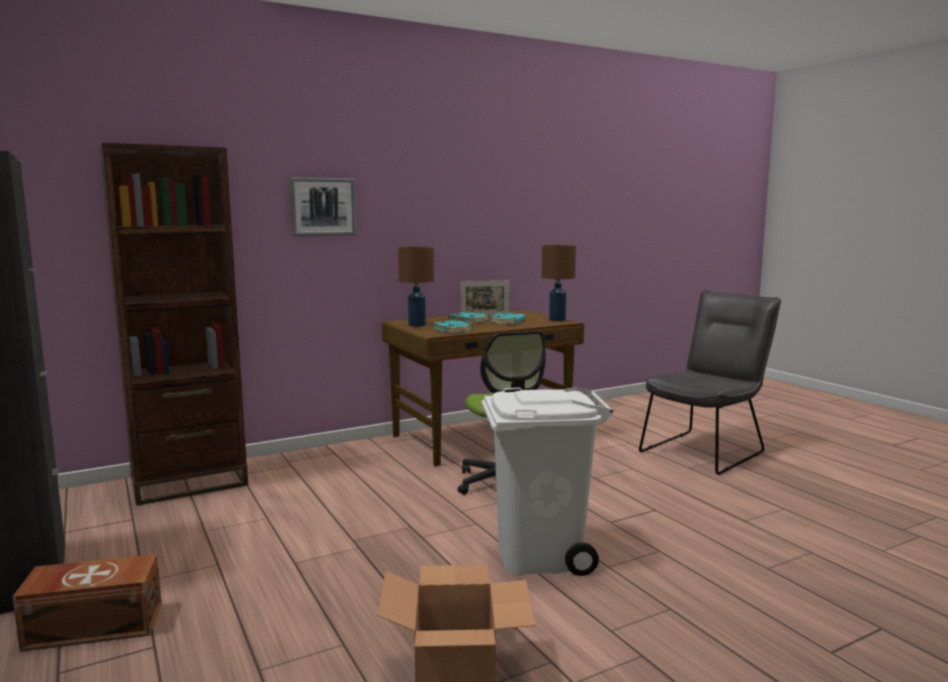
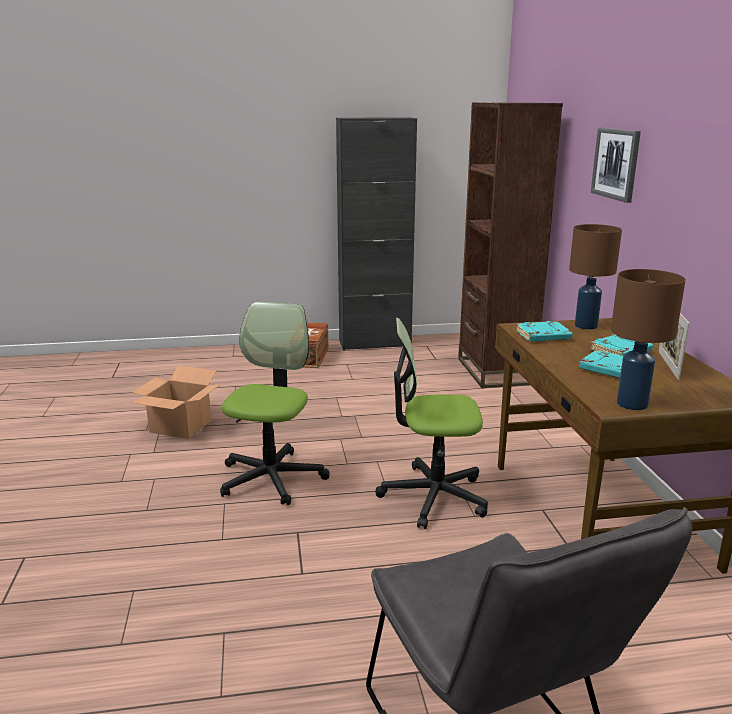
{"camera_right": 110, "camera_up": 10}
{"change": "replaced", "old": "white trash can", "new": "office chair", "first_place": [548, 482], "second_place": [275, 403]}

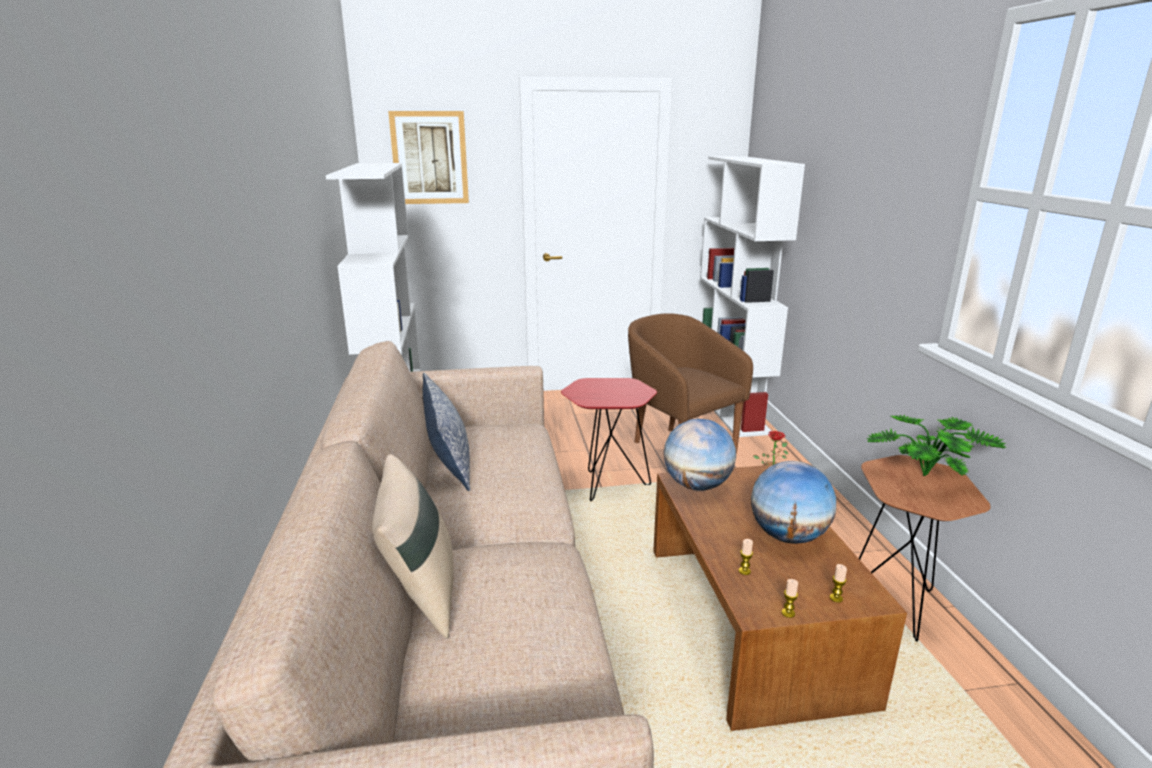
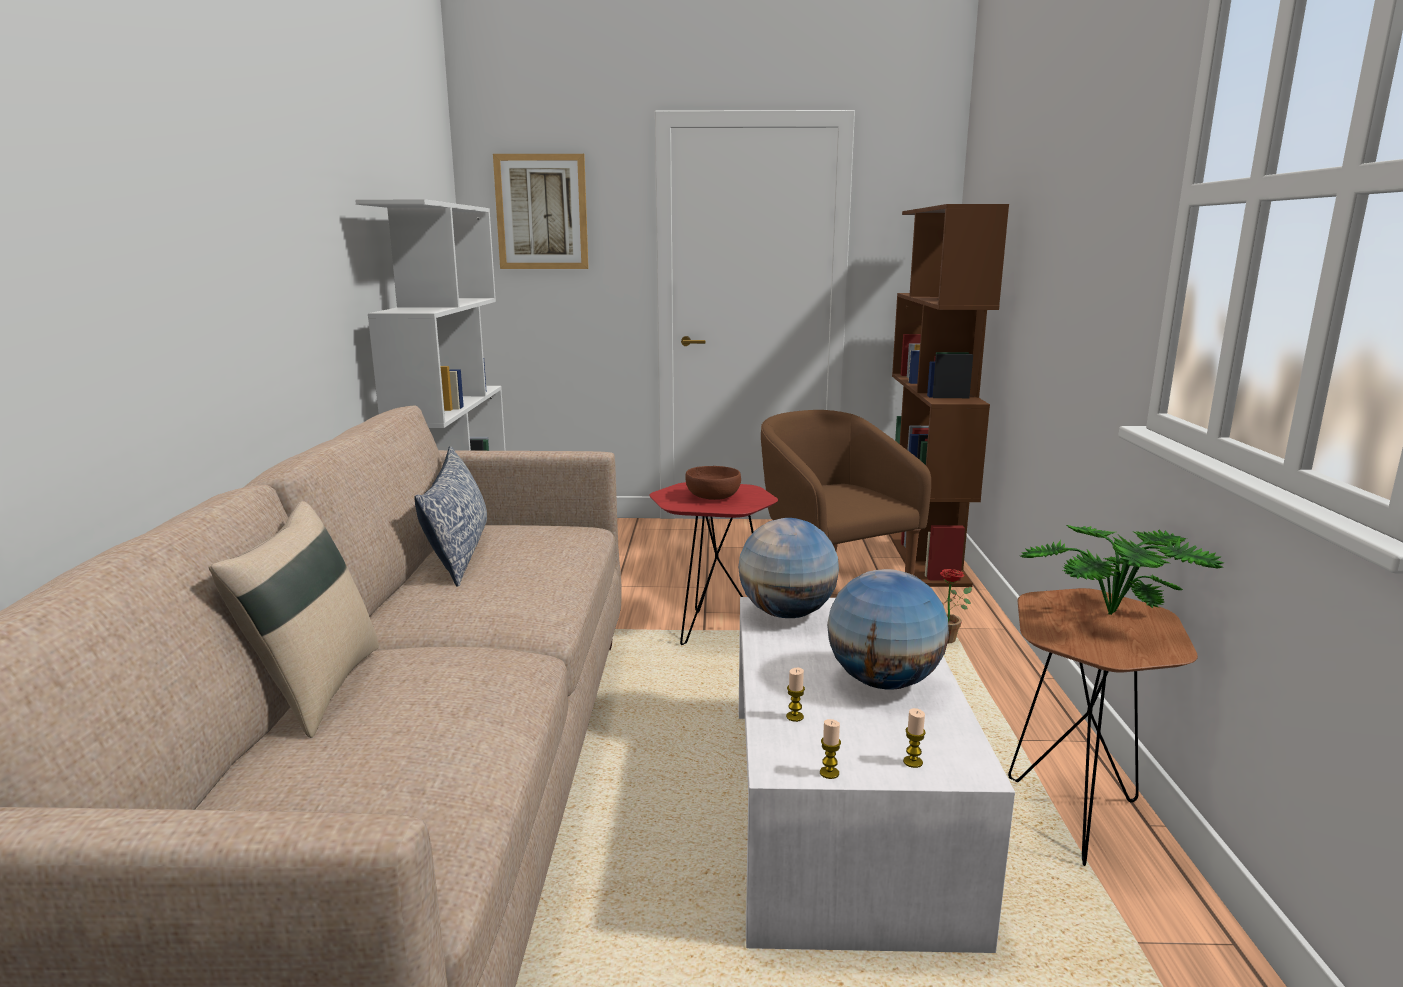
{"camera_right": 10, "camera_up": -5}
{"change": "recoloured", "old": "white bookcase", "new": "brown bookcase", "first_place": [752, 296], "second_place": [948, 395]}
{"change": "recoloured", "old": "brown coffee table", "new": "white coffee table", "first_place": [780, 598], "second_place": [877, 775]}
{"change": "added", "new": "brown bowl", "second_place": [713, 483]}

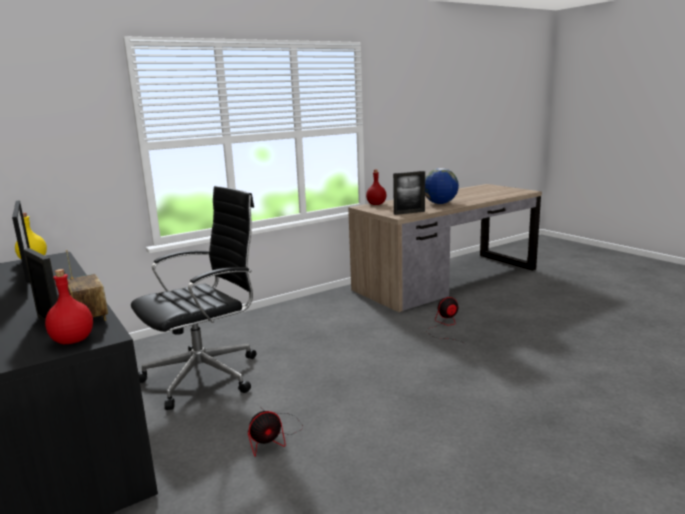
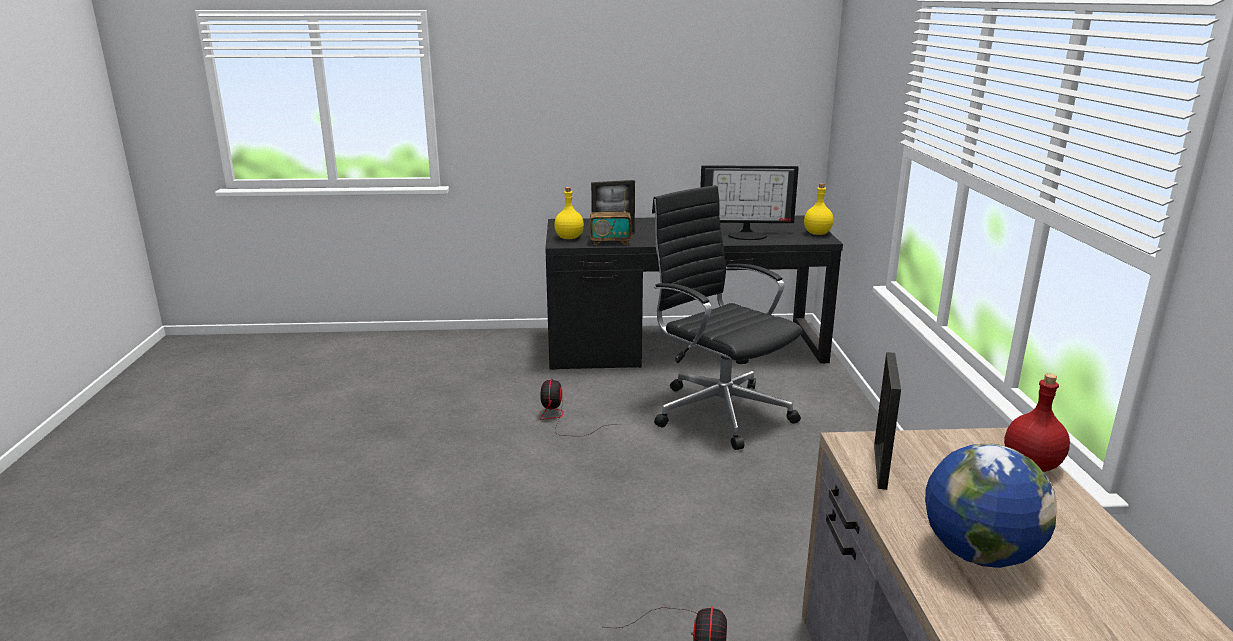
{"camera_right": 120, "camera_up": 5}
{"change": "turned", "old": "black office chair", "first_place": [193, 298], "second_place": [727, 317], "degrees": 150}
{"change": "recoloured", "old": "red bottle", "new": "yellow bottle", "first_place": [69, 306], "second_place": [569, 213]}

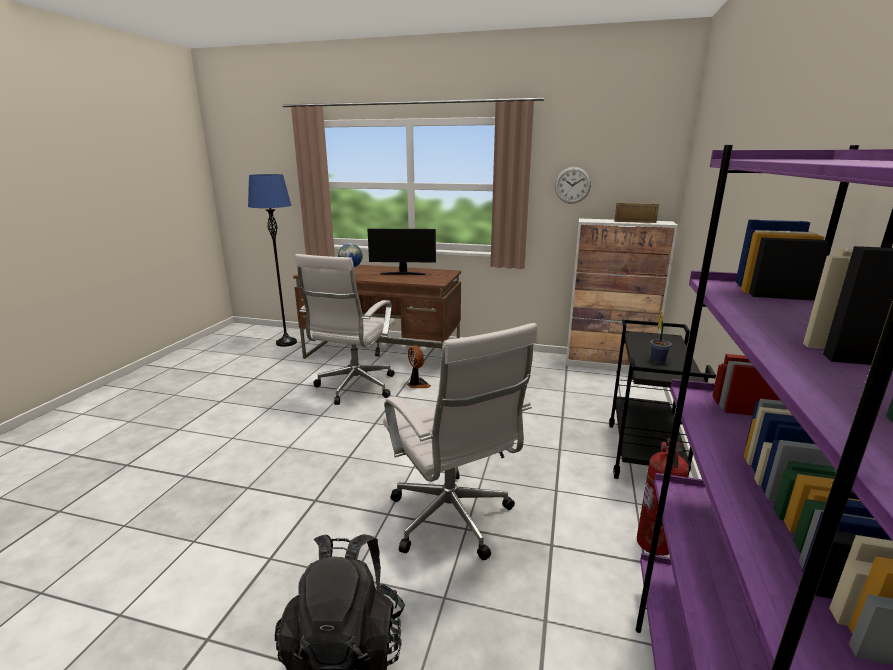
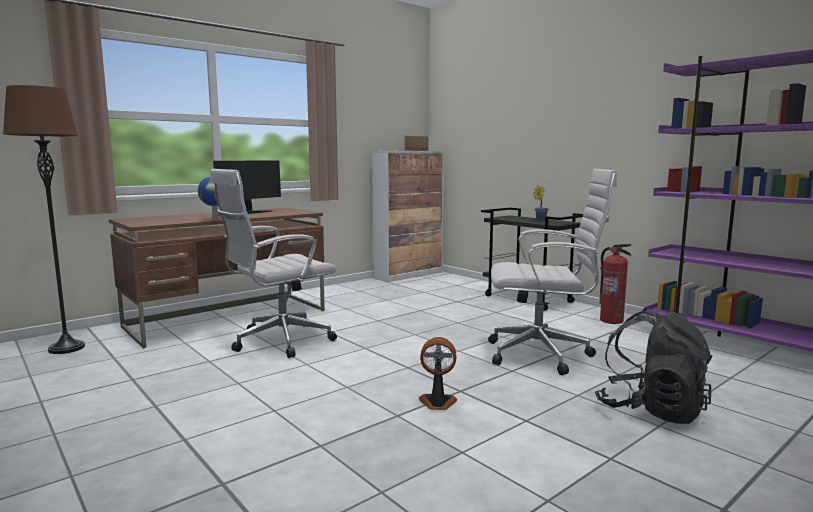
{"camera_right": -55, "camera_up": -10}
{"change": "removed", "old": "wall clock", "first_place": [573, 185]}
{"change": "recoloured", "old": "blue floor lamp", "new": "brown floor lamp", "first_place": [272, 260], "second_place": [44, 219]}
{"change": "turned", "old": "white office chair", "first_place": [345, 329], "second_place": [273, 263], "degrees": 90}
{"change": "moved", "old": "fan", "first_place": [419, 366], "second_place": [438, 373]}

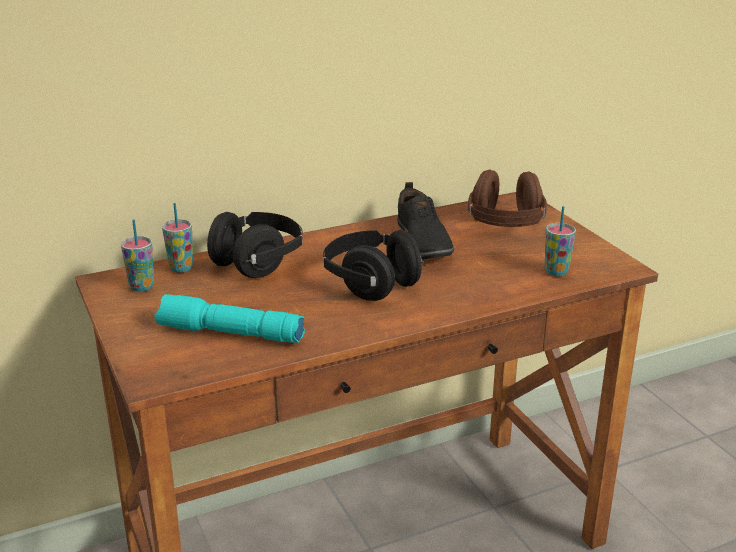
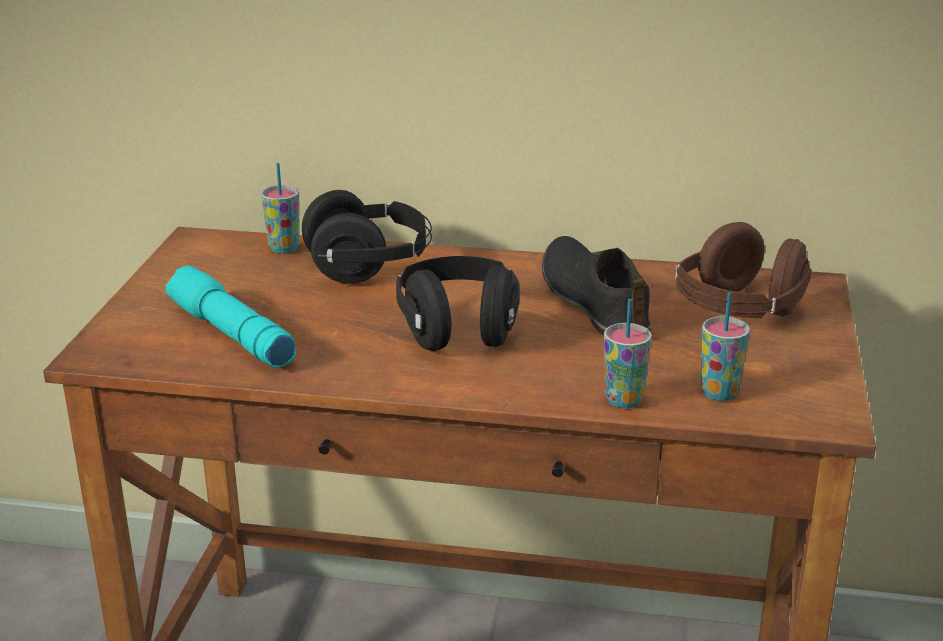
{"camera_right": 35, "camera_up": 0}
{"change": "turned", "old": "black shoe", "first_place": [426, 220], "second_place": [596, 285], "degrees": 135}
{"change": "moved", "old": "cup", "first_place": [137, 255], "second_place": [628, 353]}

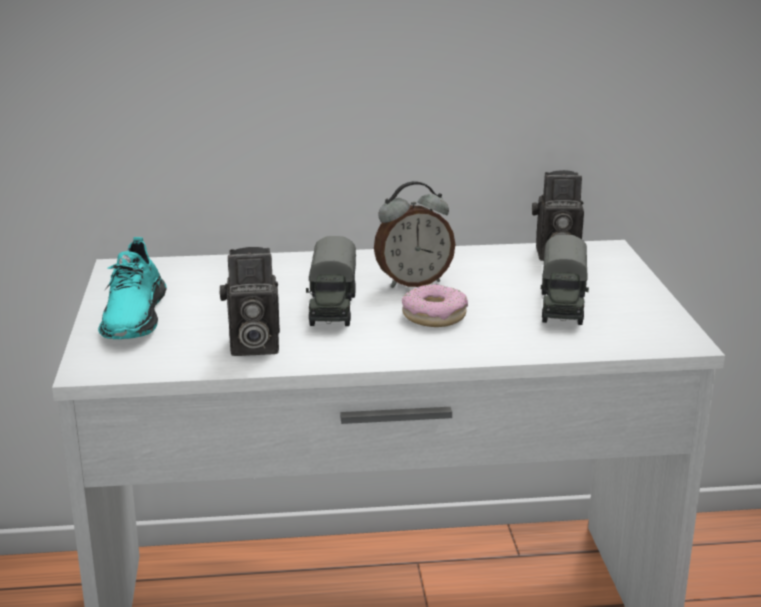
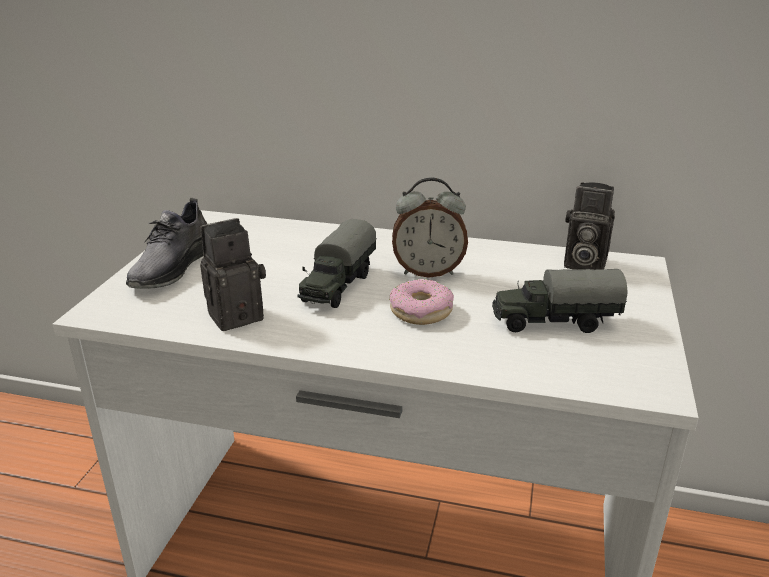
{"camera_right": 20, "camera_up": 5}
{"change": "turned", "old": "toy truck", "first_place": [565, 279], "second_place": [560, 301], "degrees": 60}
{"change": "recoloured", "old": "turquoise shoe", "new": "grey shoe", "first_place": [132, 288], "second_place": [166, 243]}
{"change": "turned", "old": "photo camera", "first_place": [249, 301], "second_place": [233, 274], "degrees": 135}

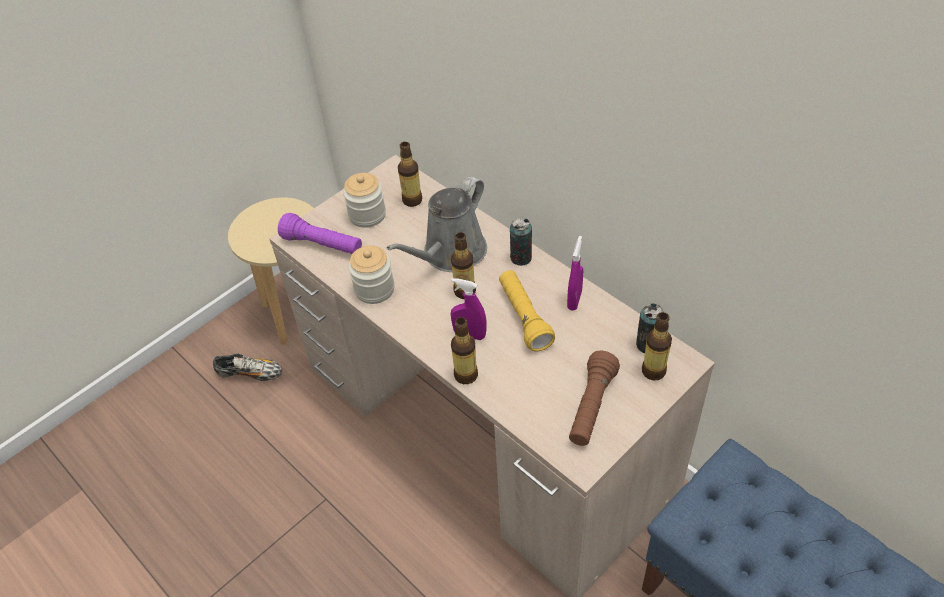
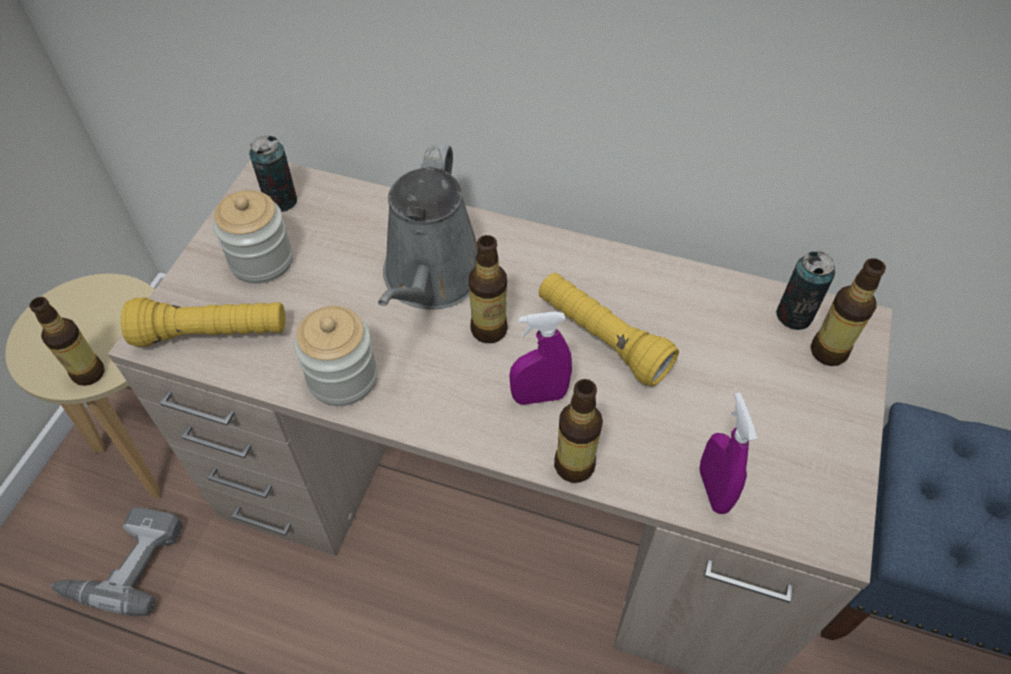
{"camera_right": -30, "camera_up": 5}
{"change": "moved", "old": "bottle", "first_place": [410, 174], "second_place": [66, 341]}
{"change": "recoloured", "old": "purple flashlight", "new": "yellow flashlight", "first_place": [320, 233], "second_place": [203, 322]}
{"change": "moved", "old": "can", "first_place": [521, 241], "second_place": [273, 174]}
{"change": "moved", "old": "purple spray bottle", "first_place": [575, 273], "second_place": [728, 453]}
{"change": "removed", "old": "brown flashlight", "first_place": [594, 398]}
{"change": "replaced", "old": "shoe", "new": "power drill", "first_place": [247, 367], "second_place": [117, 561]}

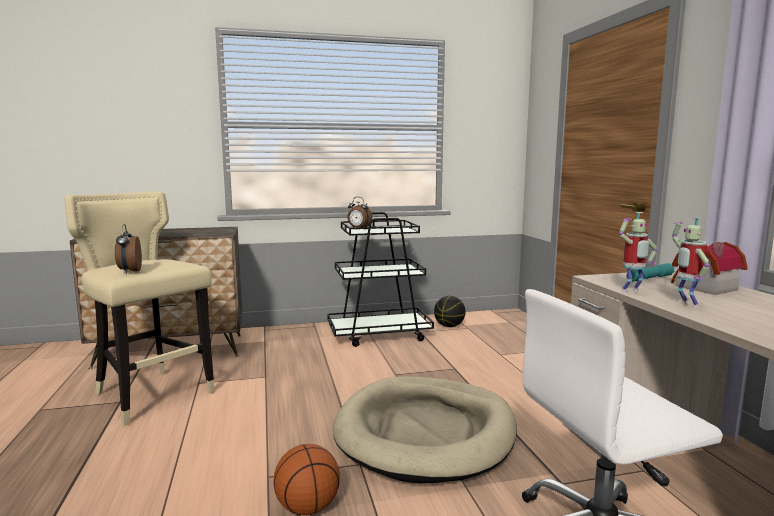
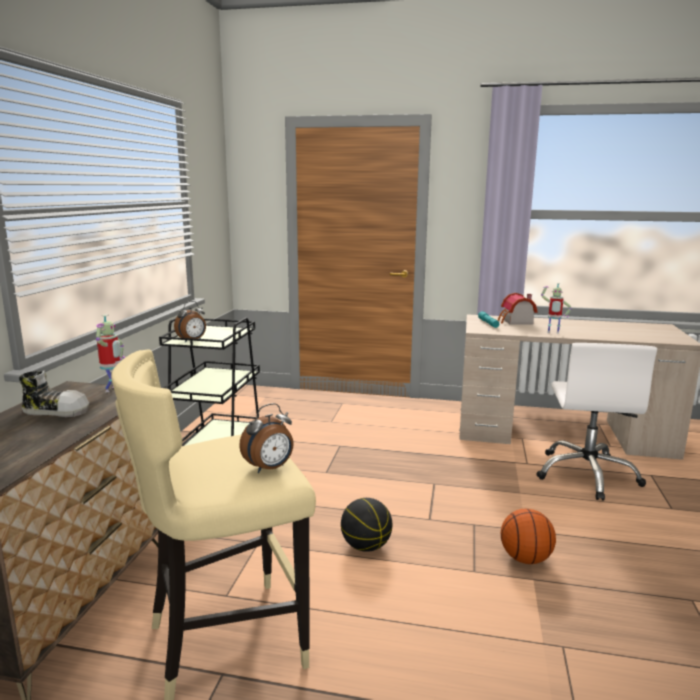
{"camera_right": -65, "camera_up": 5}
{"change": "moved", "old": "toy robot", "first_place": [638, 252], "second_place": [110, 353]}
{"change": "turned", "old": "alarm clock", "first_place": [128, 249], "second_place": [266, 438], "degrees": -45}
{"change": "moved", "old": "basketball", "first_place": [450, 311], "second_place": [366, 525]}
{"change": "removed", "old": "beige dog bed", "first_place": [425, 429]}
{"change": "added", "new": "shoe", "second_place": [54, 394]}

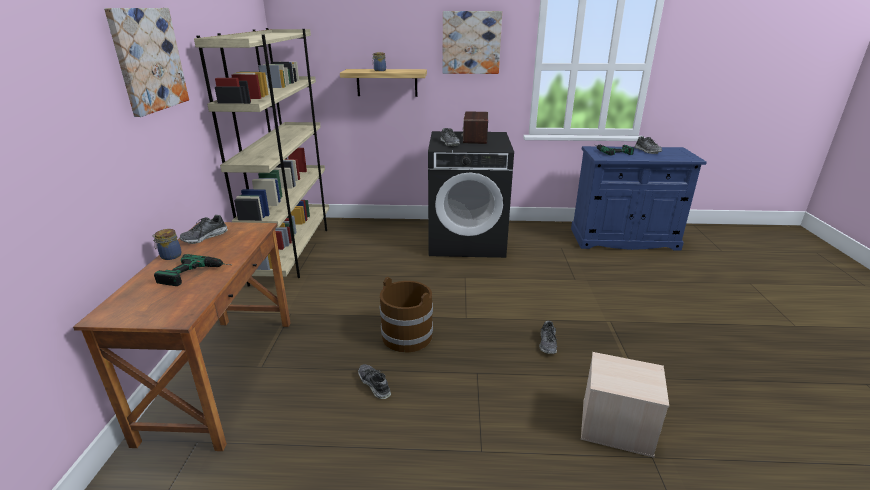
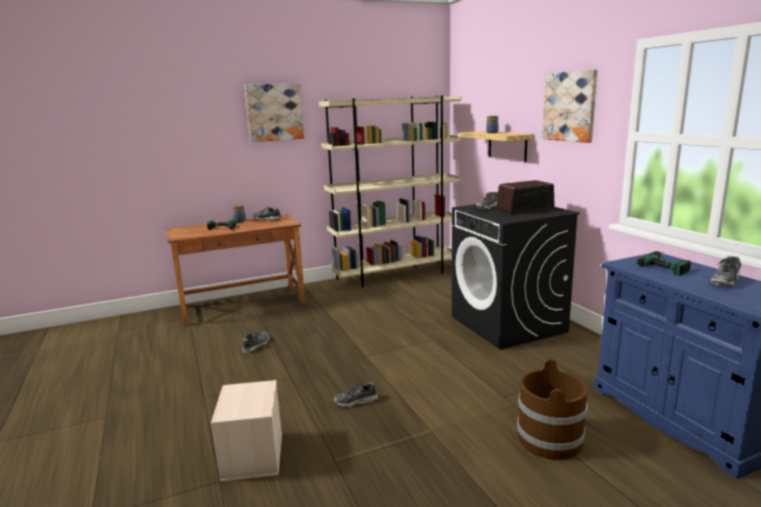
{"camera_right": 65, "camera_up": -10}
{"change": "moved", "old": "brown bucket", "first_place": [406, 315], "second_place": [552, 409]}

